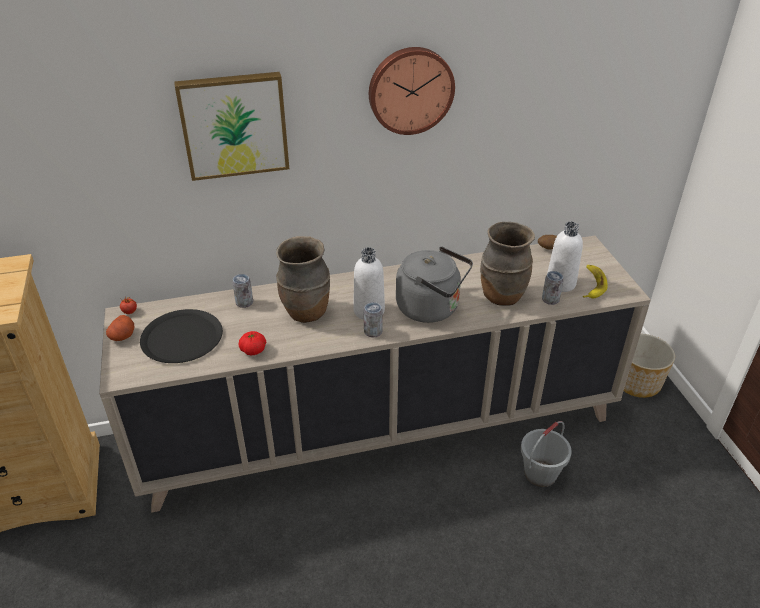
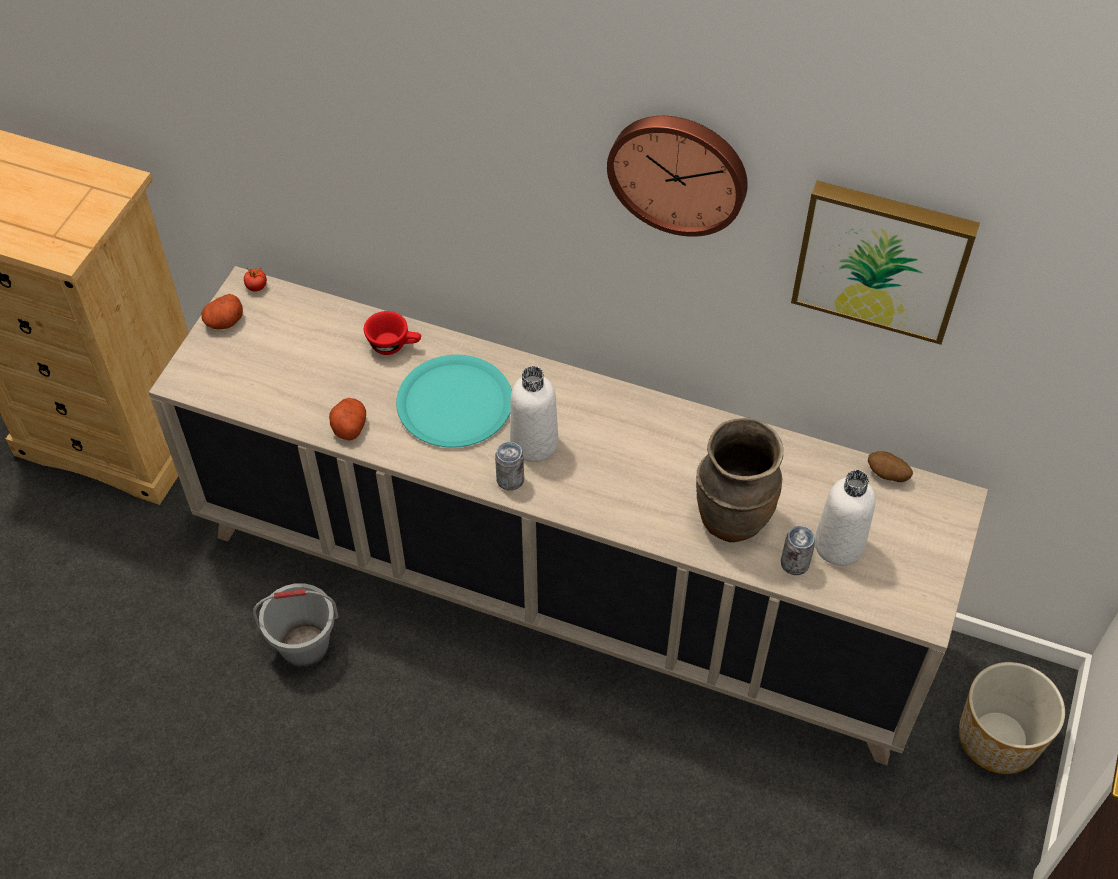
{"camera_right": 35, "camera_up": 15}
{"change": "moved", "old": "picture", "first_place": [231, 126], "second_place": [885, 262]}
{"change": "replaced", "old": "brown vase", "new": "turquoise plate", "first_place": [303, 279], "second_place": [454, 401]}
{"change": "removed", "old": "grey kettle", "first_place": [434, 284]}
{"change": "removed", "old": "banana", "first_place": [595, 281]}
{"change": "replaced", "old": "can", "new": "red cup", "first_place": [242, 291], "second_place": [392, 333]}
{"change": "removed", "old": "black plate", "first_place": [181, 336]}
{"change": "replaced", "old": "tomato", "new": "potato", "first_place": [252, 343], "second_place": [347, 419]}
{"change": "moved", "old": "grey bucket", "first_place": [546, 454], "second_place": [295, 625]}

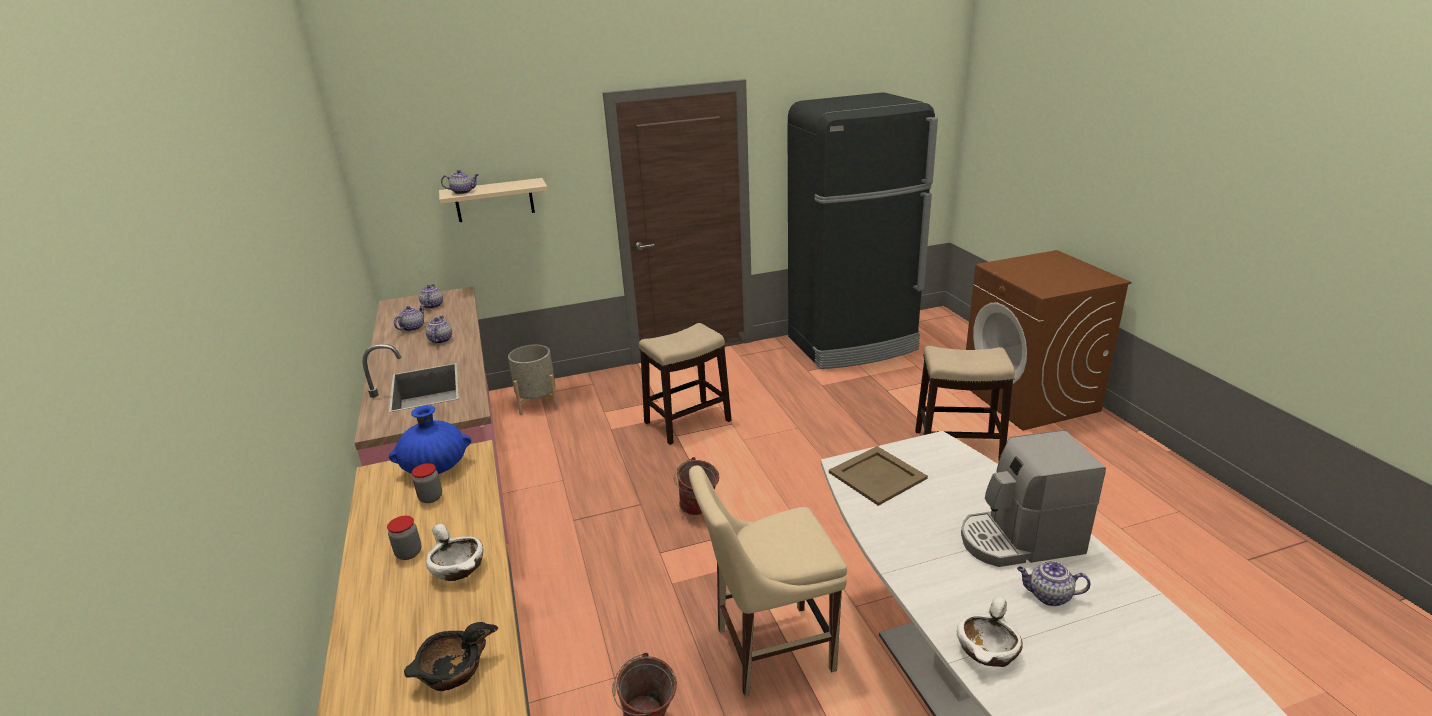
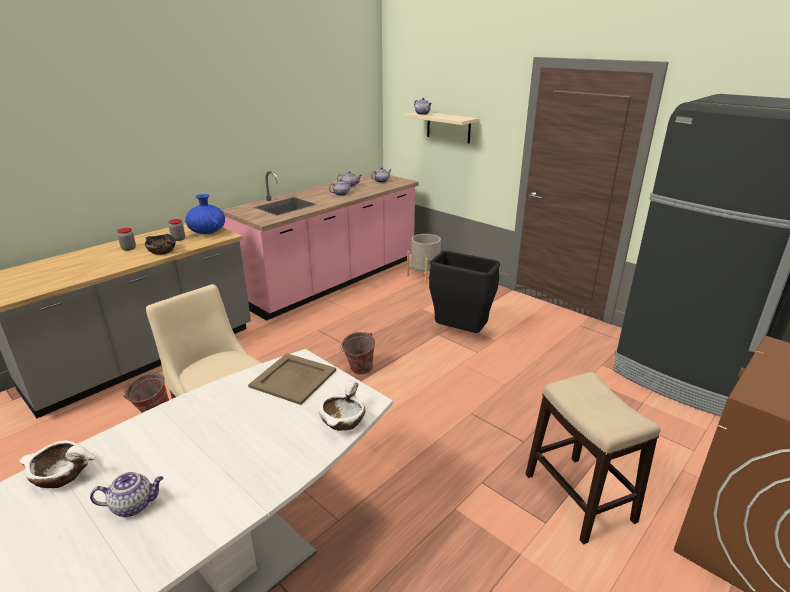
{"camera_right": 60, "camera_up": 0}
{"change": "replaced", "old": "stool", "new": "black trash can", "first_place": [685, 384], "second_place": [464, 292]}
{"change": "removed", "old": "coffee machine", "first_place": [1033, 498]}
{"change": "moved", "old": "white bowl", "first_place": [454, 552], "second_place": [342, 406]}
{"change": "turned", "old": "teapot", "first_place": [1053, 583], "second_place": [126, 494], "degrees": 90}
{"change": "moved", "old": "black bowl", "first_place": [451, 656], "second_place": [160, 244]}

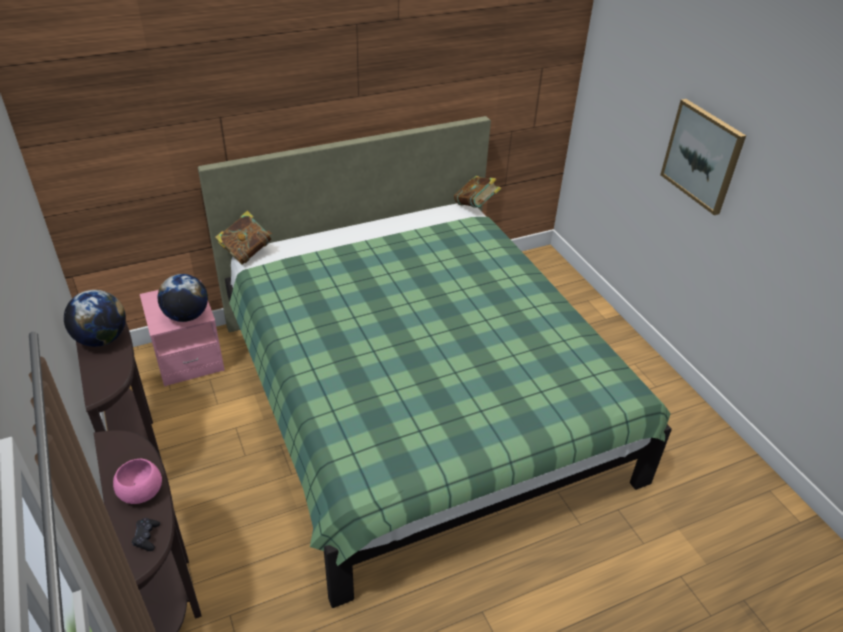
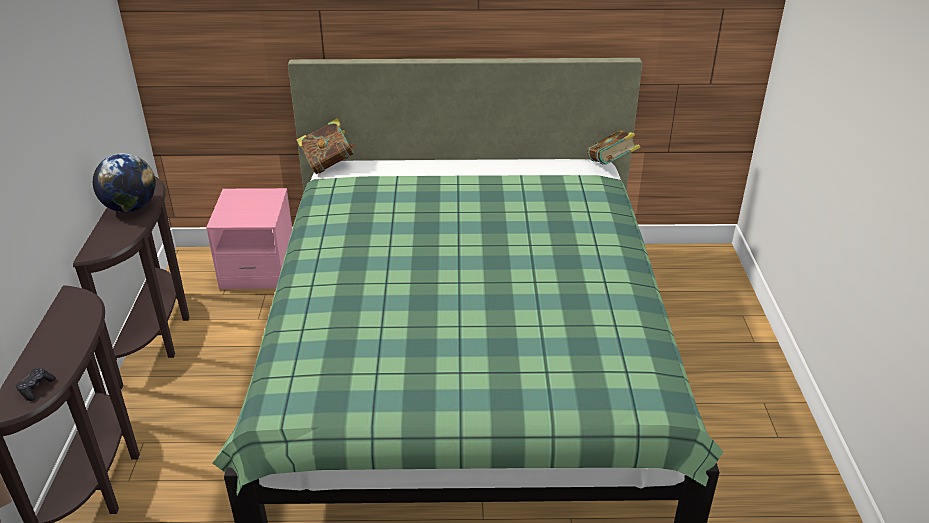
{"camera_right": 25, "camera_up": -5}
{"change": "removed", "old": "picture", "first_place": [703, 157]}
{"change": "removed", "old": "globe", "first_place": [183, 298]}
{"change": "removed", "old": "pink bowl", "first_place": [137, 481]}

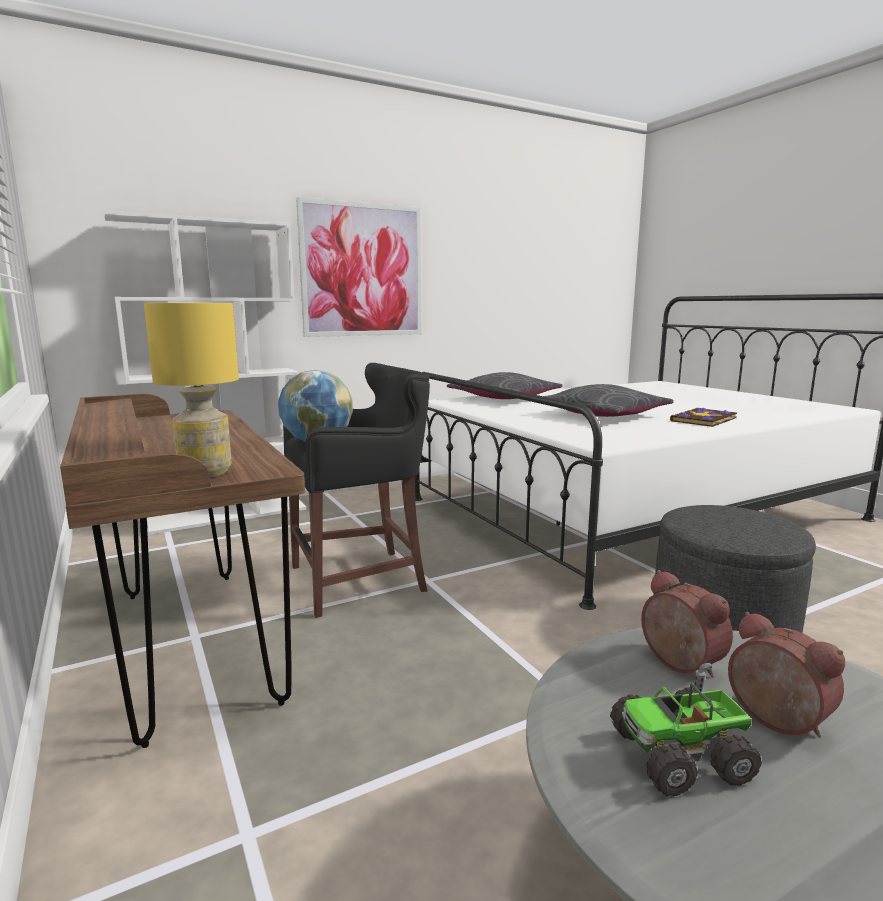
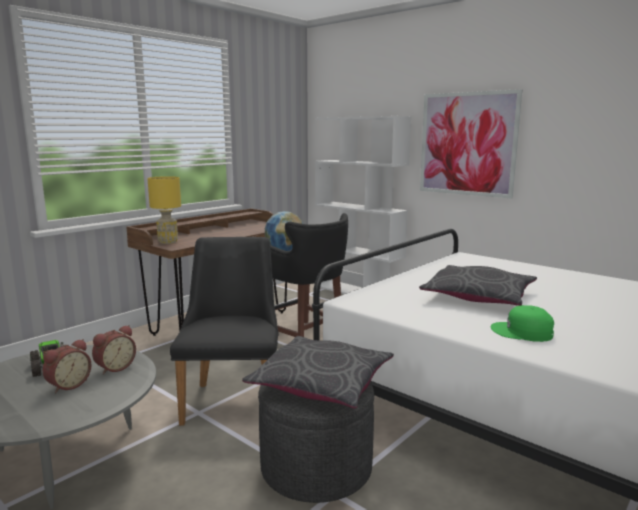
{"camera_right": 70, "camera_up": 0}
{"change": "moved", "old": "grey pillow", "first_place": [504, 385], "second_place": [318, 372]}
{"change": "replaced", "old": "book", "new": "green cap", "first_place": [703, 417], "second_place": [522, 323]}
{"change": "added", "new": "black chair", "second_place": [224, 331]}

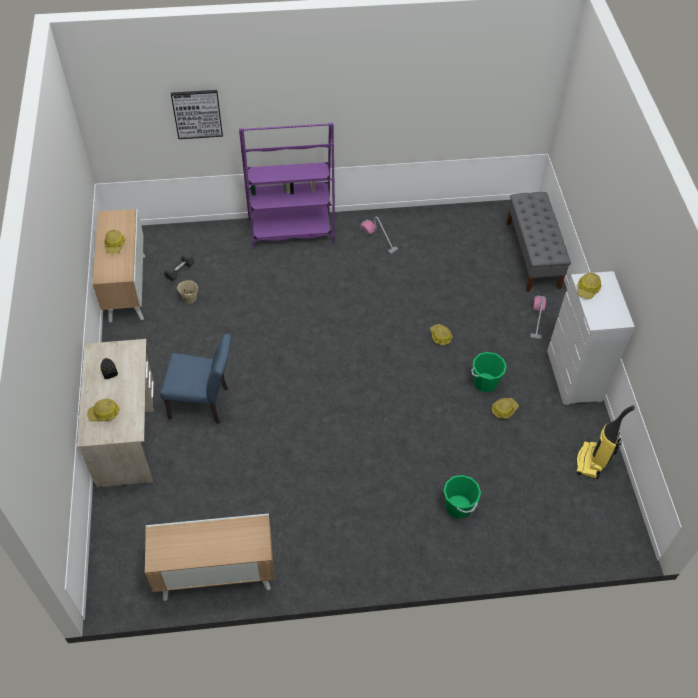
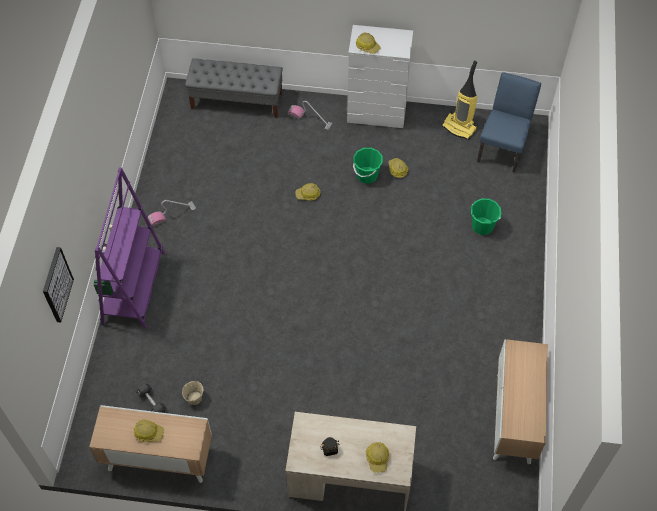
{"camera_right": -75, "camera_up": 5}
{"change": "moved", "old": "blue chair", "first_place": [195, 379], "second_place": [509, 122]}

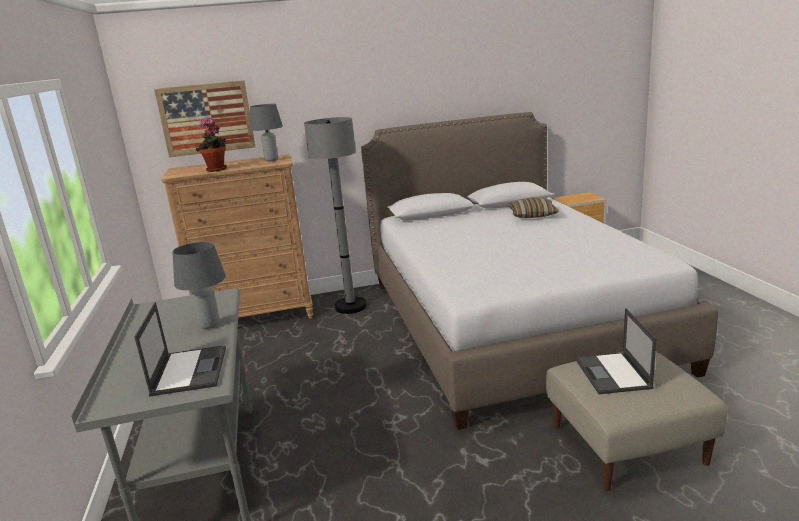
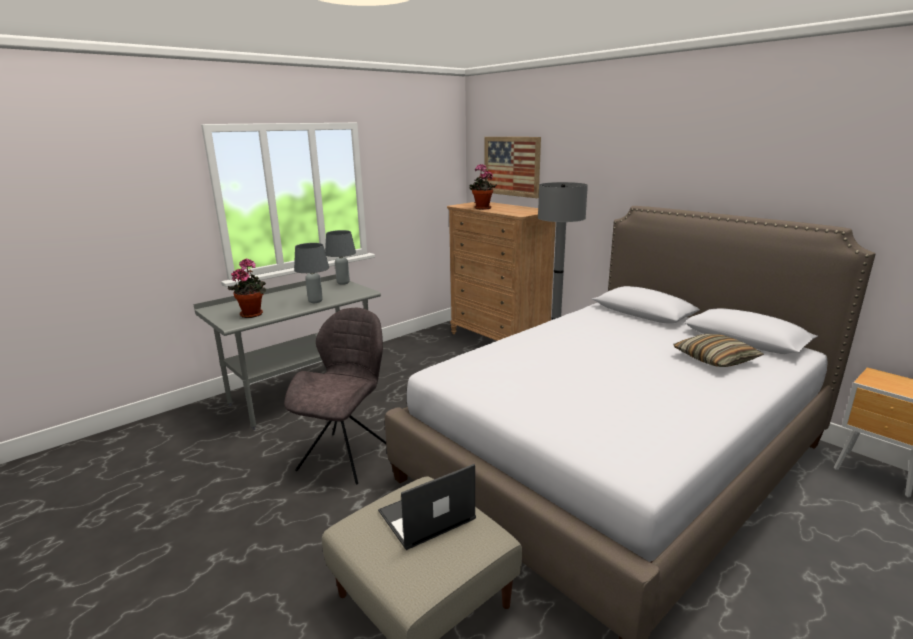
{"camera_right": 60, "camera_up": 0}
{"change": "moved", "old": "grey table lamp", "first_place": [266, 133], "second_place": [340, 257]}
{"change": "replaced", "old": "laptop", "new": "potted plant", "first_place": [180, 349], "second_place": [247, 288]}
{"change": "added", "new": "grey chair", "second_place": [335, 396]}

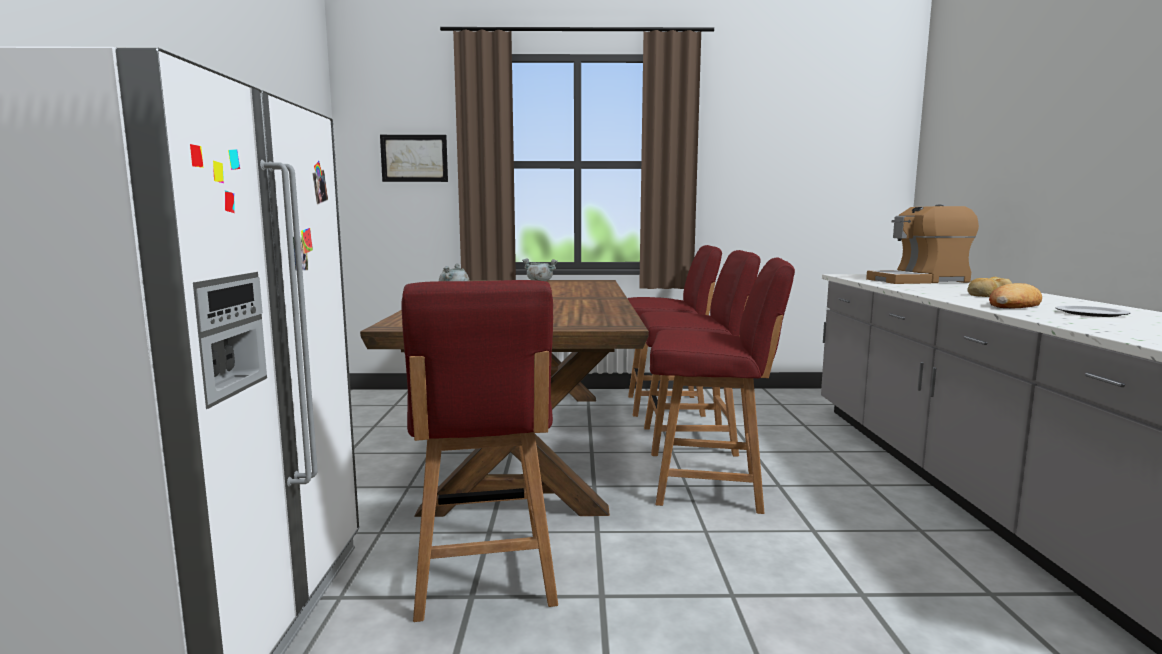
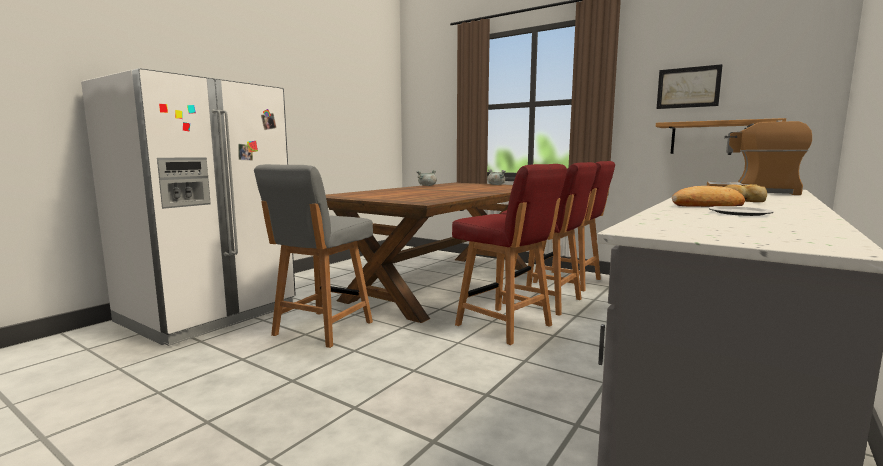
{"camera_right": 35, "camera_up": 0}
{"change": "moved", "old": "picture", "first_place": [414, 158], "second_place": [690, 86]}
{"change": "recoloured", "old": "red chair", "new": "grey chair", "first_place": [479, 451], "second_place": [313, 256]}
{"change": "added", "new": "shelf", "second_place": [721, 136]}

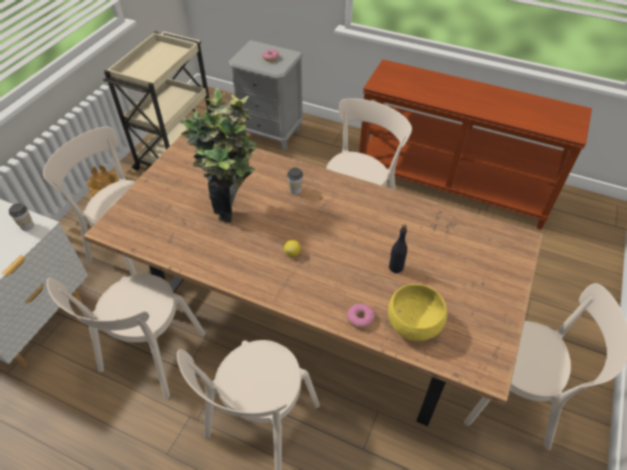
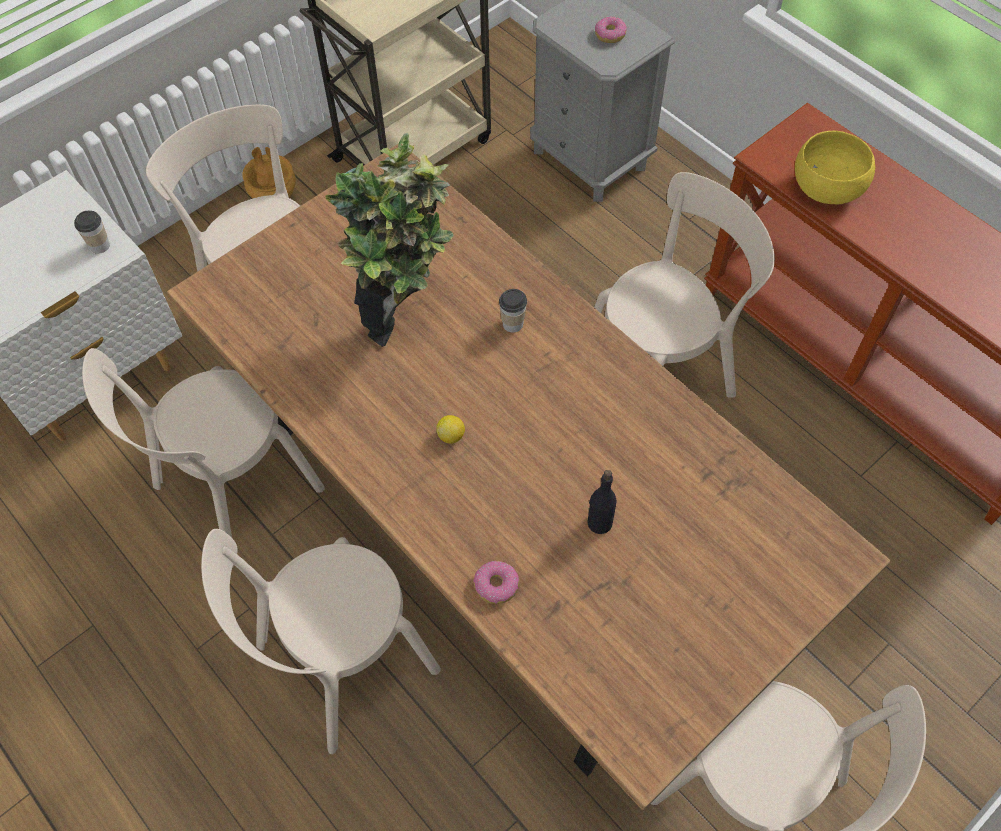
{"camera_right": 25, "camera_up": 10}
{"change": "moved", "old": "yellow bowl", "first_place": [417, 312], "second_place": [835, 167]}

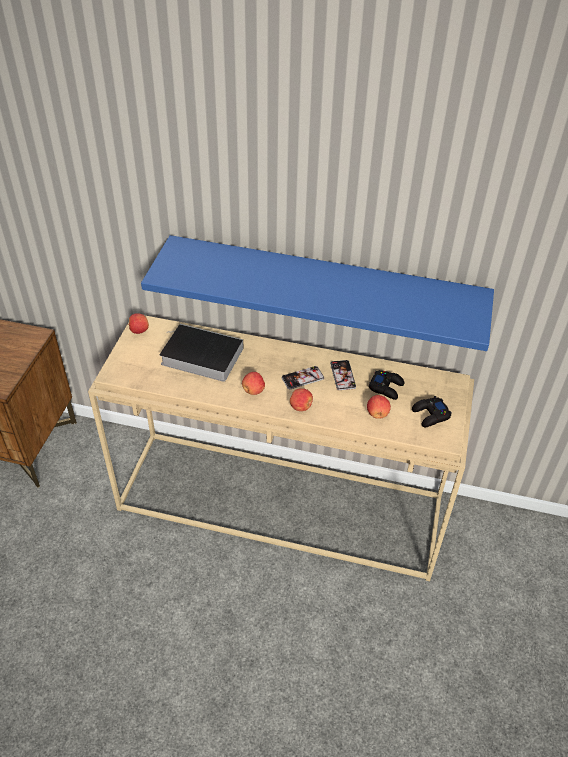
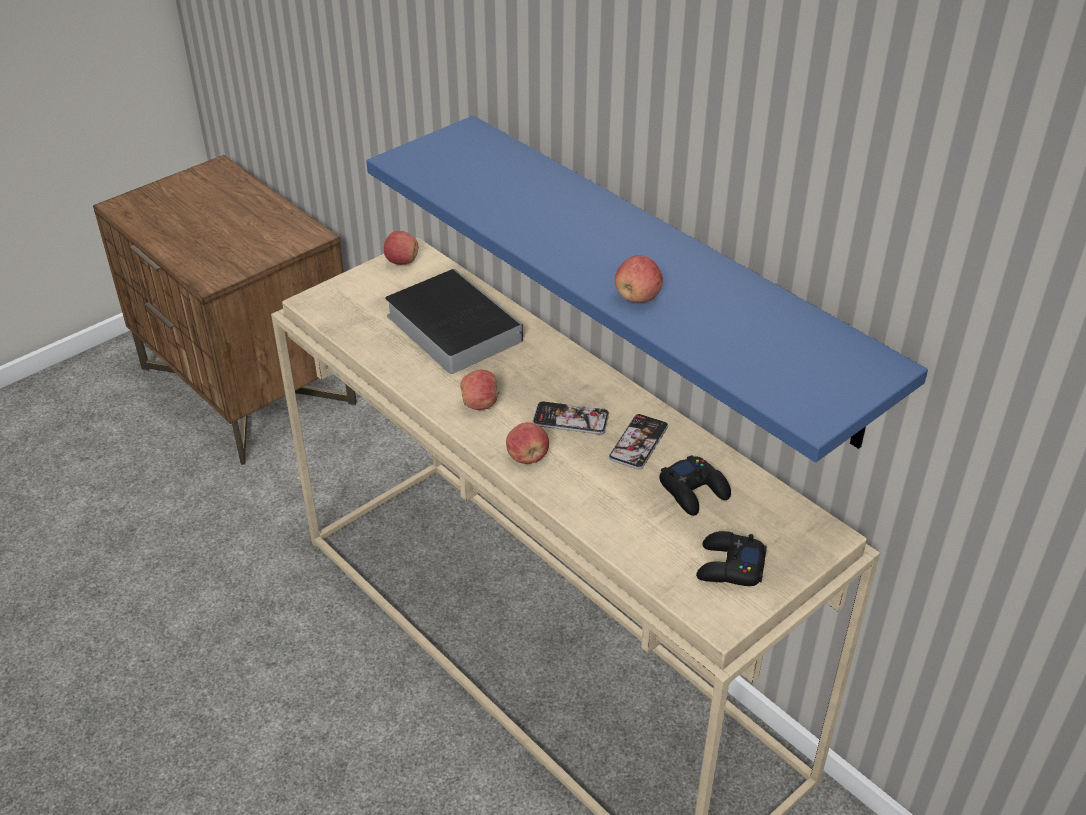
{"camera_right": 35, "camera_up": -5}
{"change": "moved", "old": "apple", "first_place": [379, 407], "second_place": [639, 278]}

